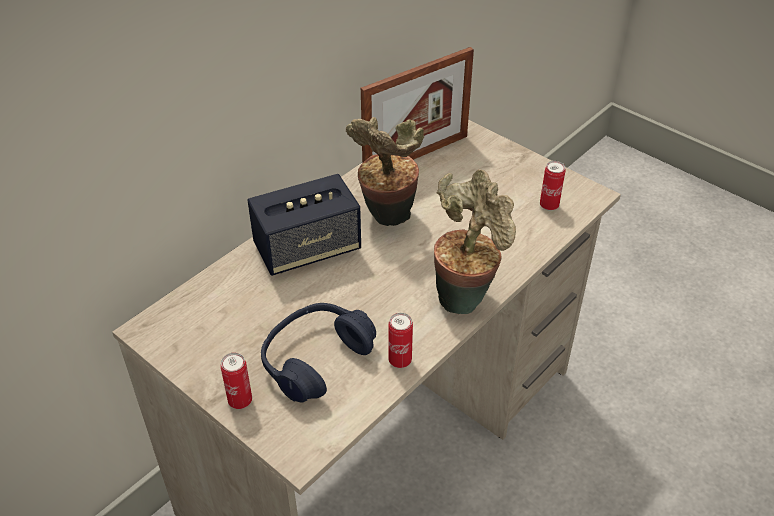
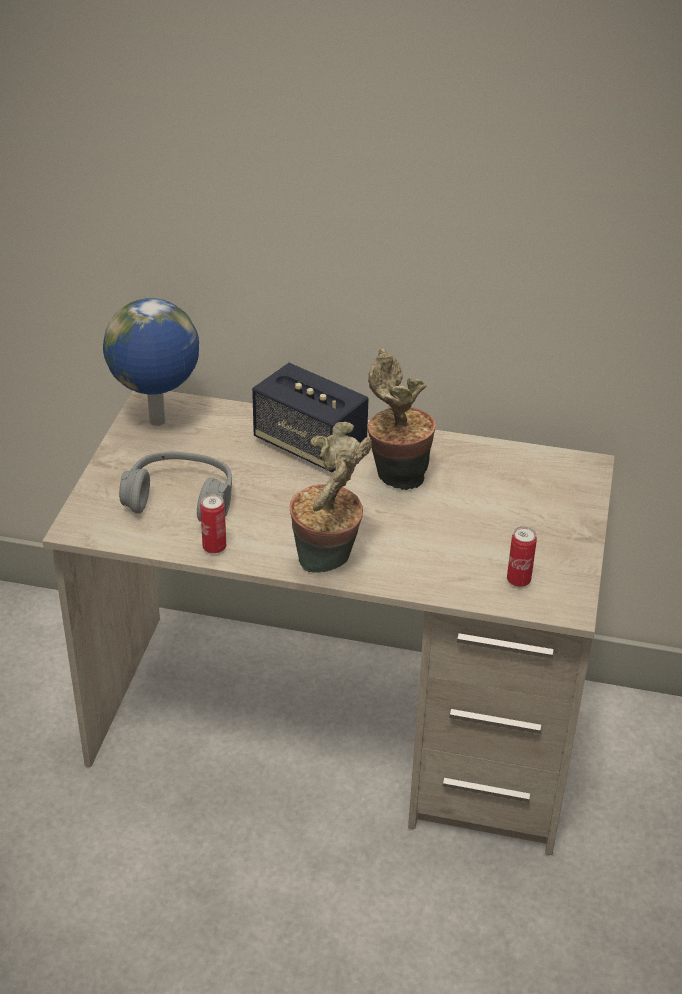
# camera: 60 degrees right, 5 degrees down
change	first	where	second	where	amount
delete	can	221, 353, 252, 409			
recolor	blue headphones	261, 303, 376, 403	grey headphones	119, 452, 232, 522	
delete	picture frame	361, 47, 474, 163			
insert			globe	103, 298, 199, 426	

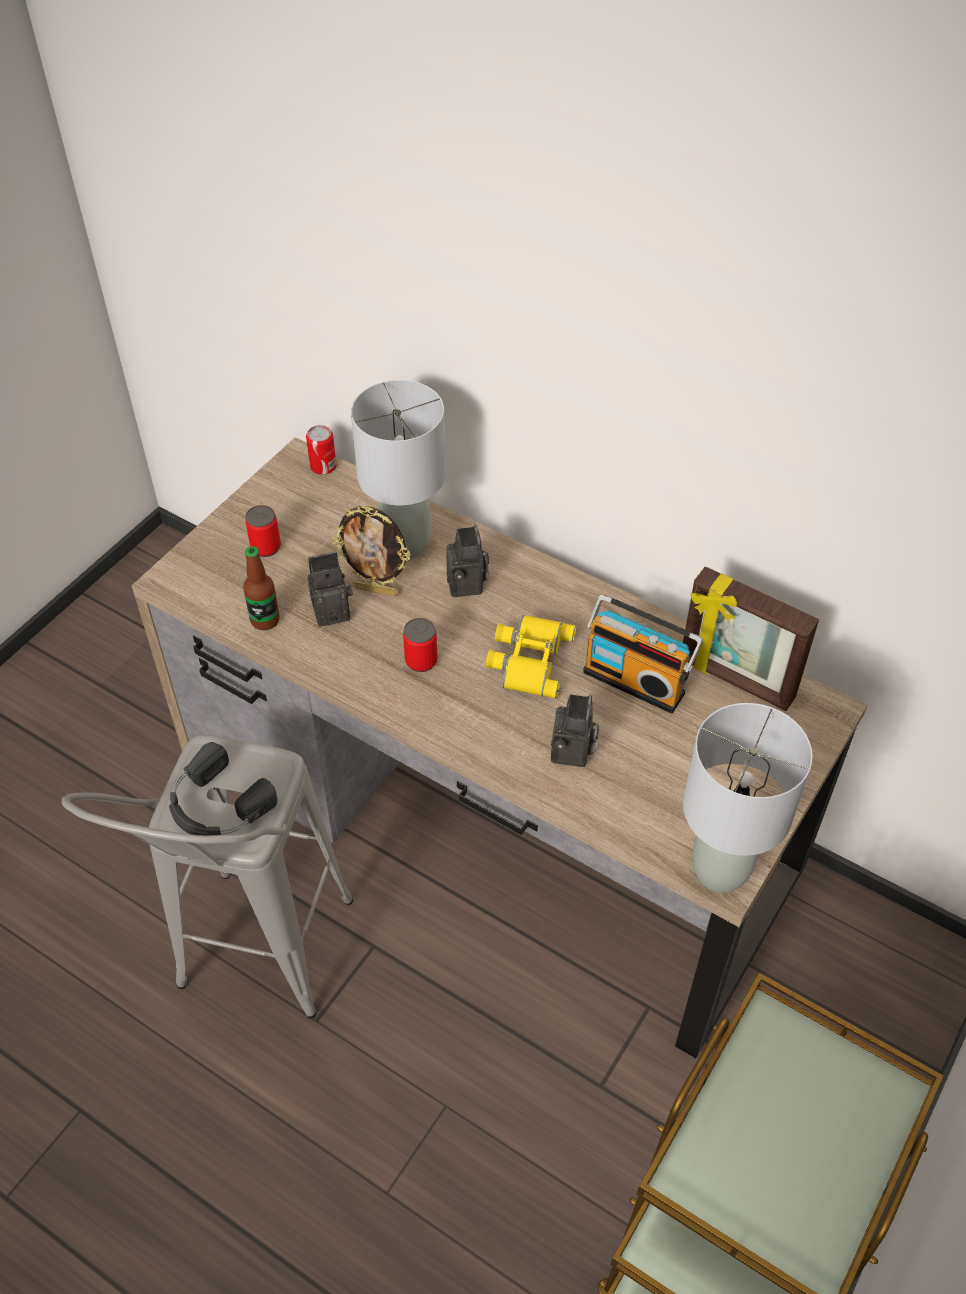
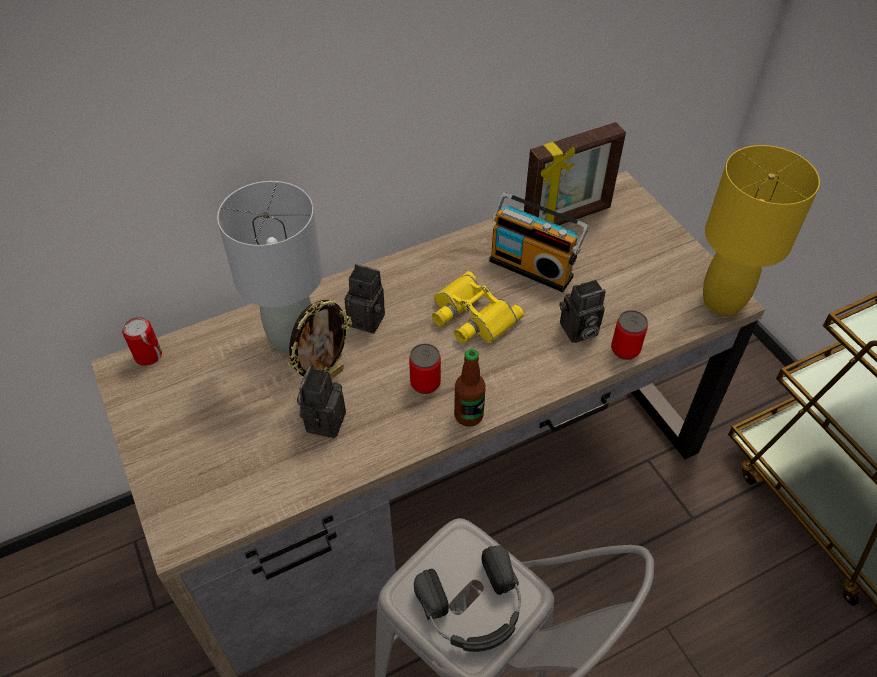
# camera: 60 degrees left, 0 degrees up
change	first	where	second	where	amount
move	bottle	243, 546, 280, 630		454, 349, 486, 427	
move	can	245, 505, 281, 557		611, 310, 648, 360	
rotate	photo camera	551, 694, 600, 767		560, 280, 606, 343	120 degrees clockwise
rotate	radio	583, 595, 703, 714		489, 192, 589, 292	60 degrees clockwise
recolor	grey table lamp	683, 703, 813, 893	yellow table lamp	703, 145, 820, 316	

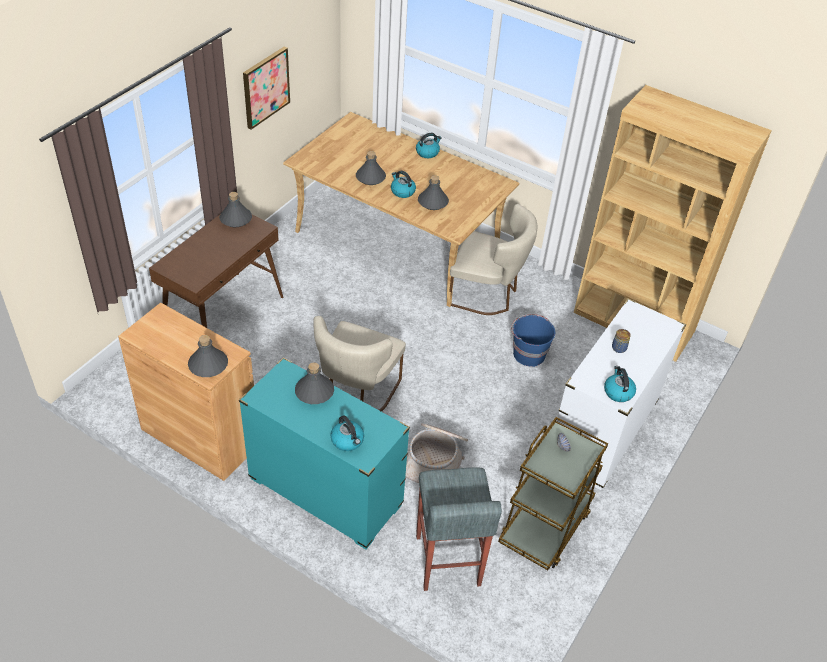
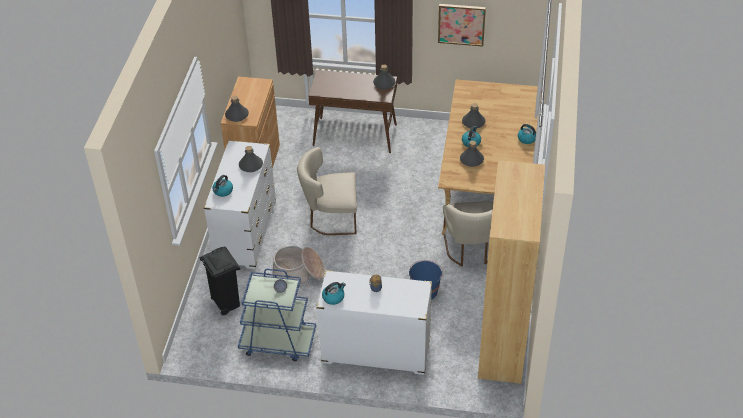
# camera: 70 degrees right, 0 degrees up
change	first	where	second	where	amount
recolor	turquoise dresser	239, 357, 410, 549	white dresser	204, 140, 276, 269	
replace	grey stool	416, 467, 502, 591	black trash can	199, 247, 240, 315	
recolor	brown cart	498, 417, 608, 570	blue cart	238, 269, 316, 361	

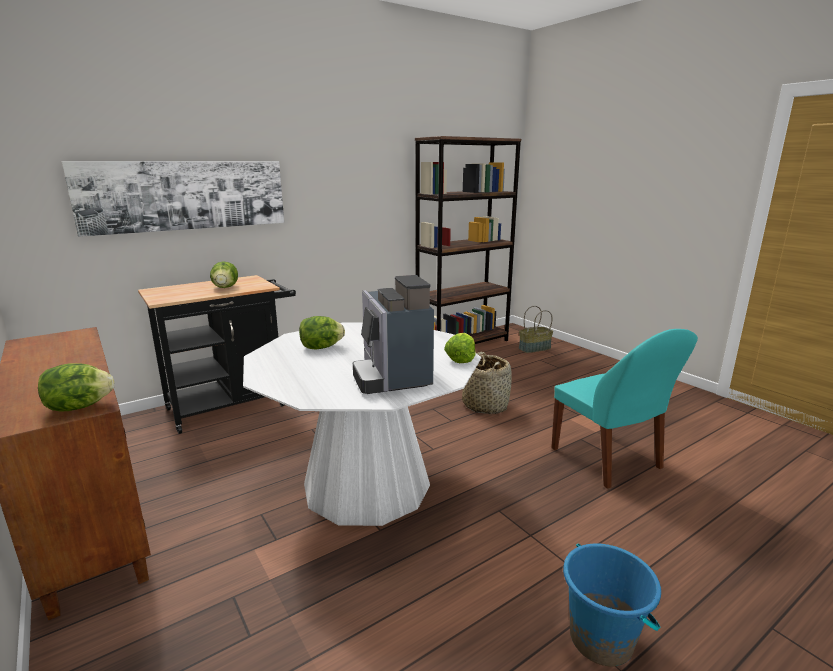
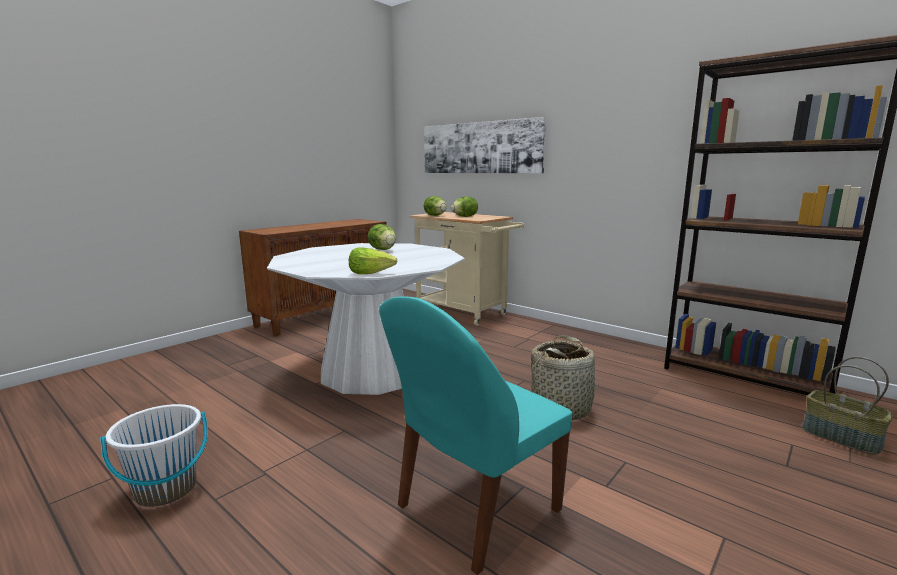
# camera: 75 degrees right, 5 degrees down
change	first	where	second	where	amount
move	lettuce	38, 363, 114, 411		424, 196, 447, 216	
recolor	black cart	138, 275, 296, 434	beige cart	409, 212, 524, 326	
delete	coffee machine	353, 275, 434, 394			
recolor	blue bucket	563, 543, 661, 667	white bucket	100, 404, 208, 507	

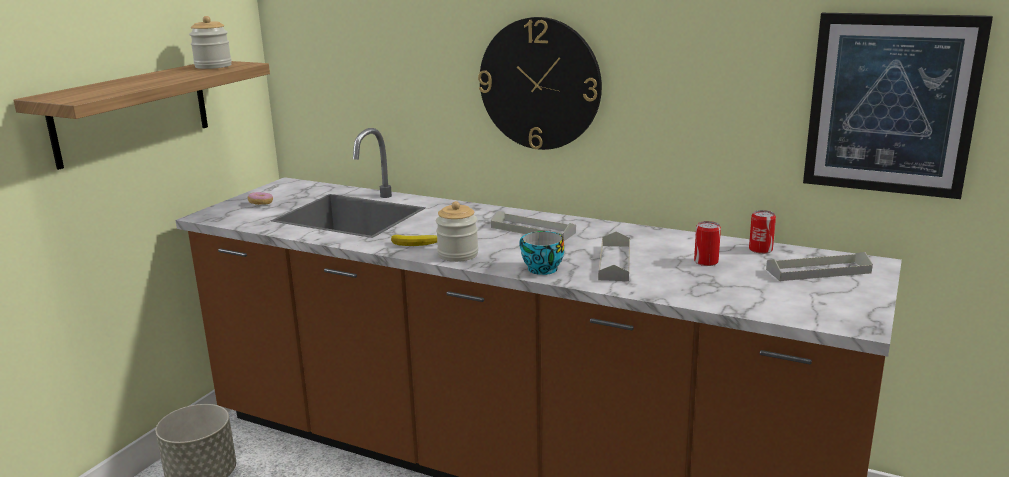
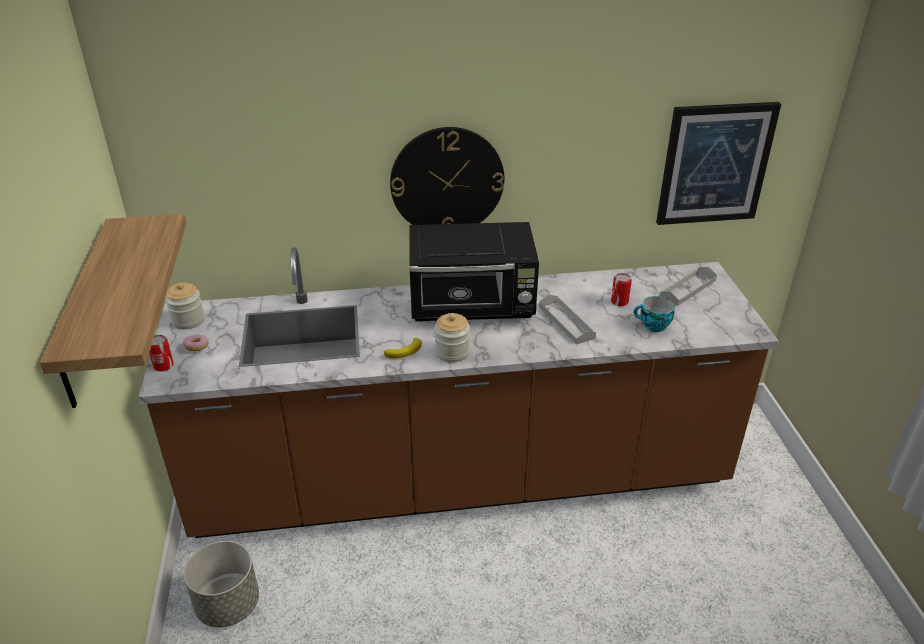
# camera: 35 degrees left, 15 degrees up
change	first	where	second	where	amount
move	jar	189, 16, 232, 69		165, 283, 205, 330	
replace	grey tray	491, 210, 576, 241	black microwave	409, 222, 539, 321	
move	cup	519, 231, 564, 275		634, 296, 675, 332	
move	can	749, 210, 776, 254		149, 335, 174, 372	

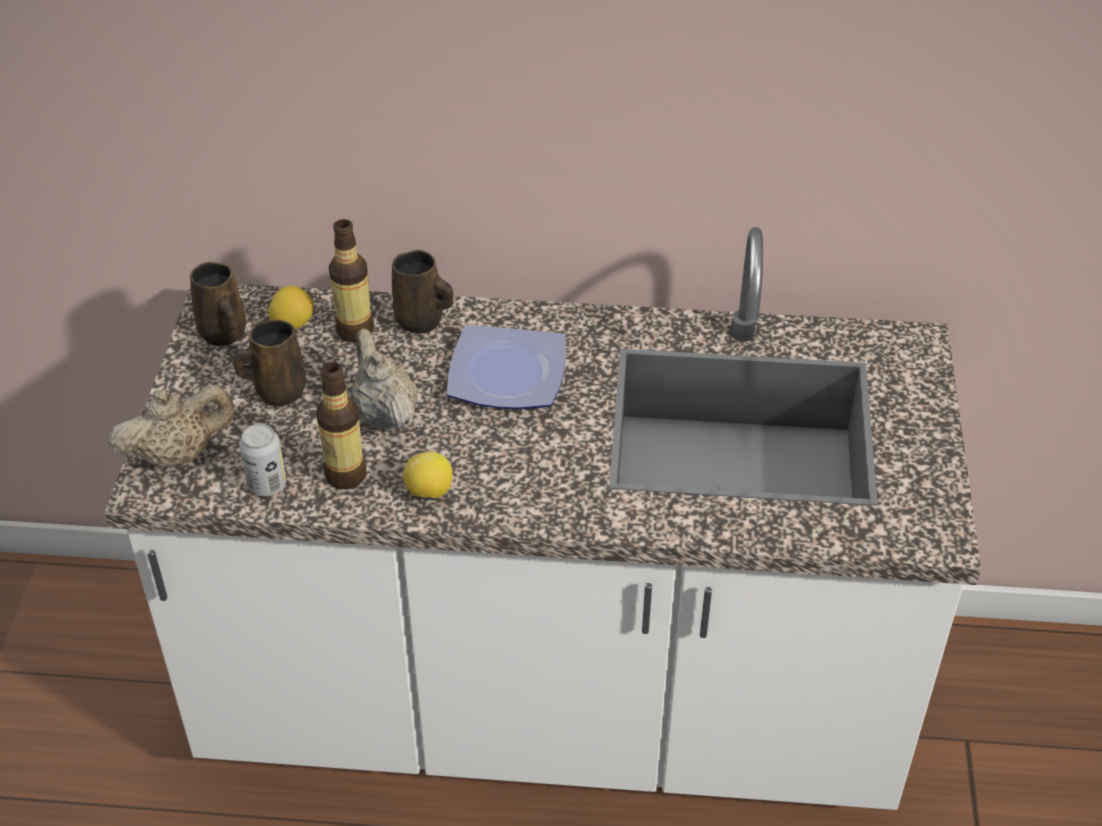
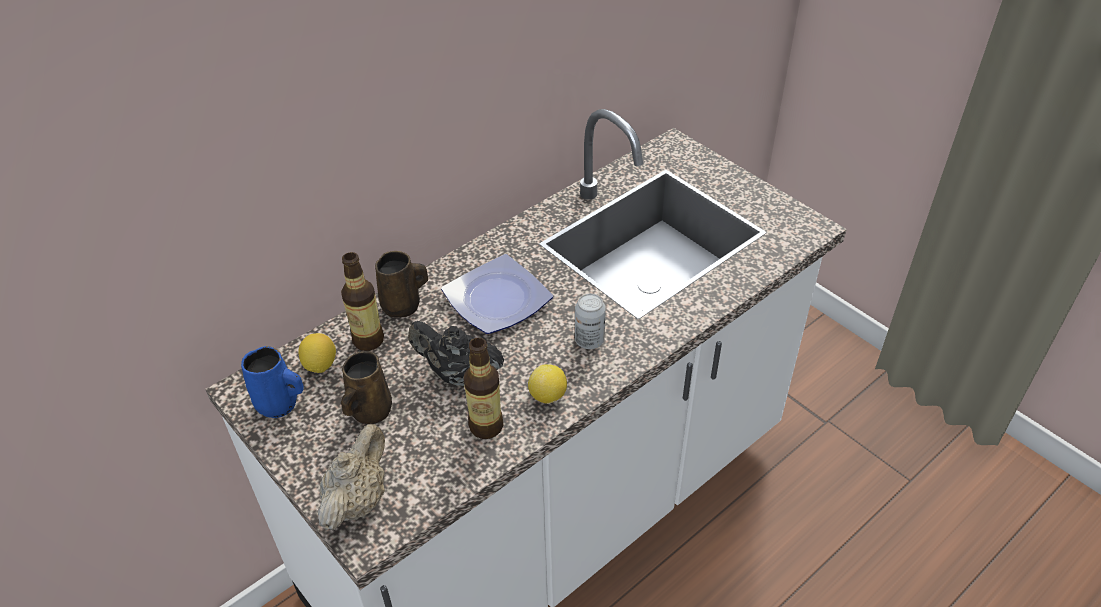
# camera: 45 degrees left, 0 degrees up
change	first	where	second	where	amount
recolor	brown mug	190, 262, 246, 346	blue mug	241, 346, 304, 418	
move	can	239, 424, 286, 496		575, 294, 606, 349	
recolor	beige teapot	350, 328, 418, 431	black teapot	408, 321, 504, 386	

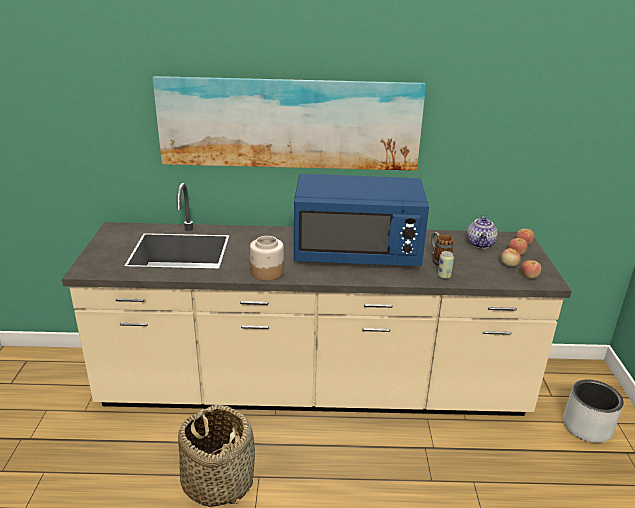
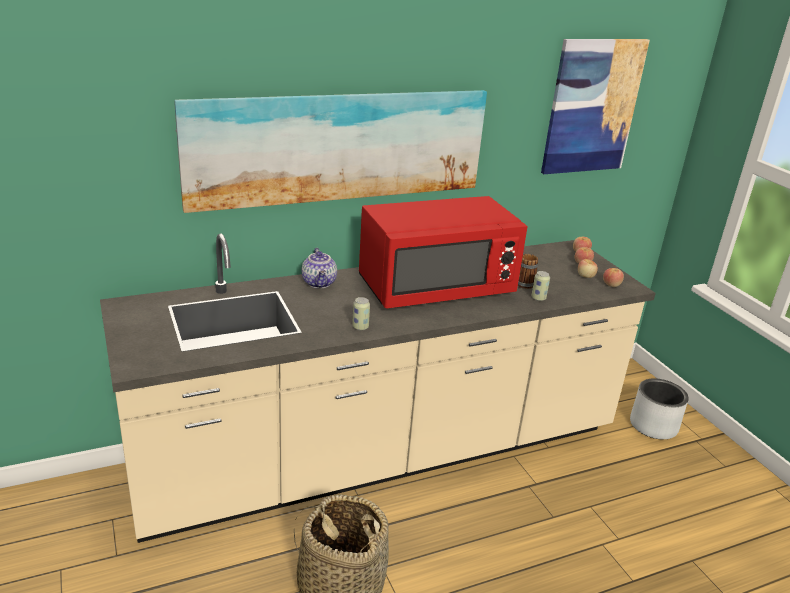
# camera: 25 degrees left, 0 degrees up
change	first	where	second	where	amount
replace	jar	250, 236, 284, 281	can	352, 297, 370, 330	
recolor	blue microwave	294, 174, 429, 266	red microwave	359, 196, 528, 308	
move	teapot	467, 215, 498, 249		302, 248, 337, 288	
insert			picture	541, 39, 650, 174	

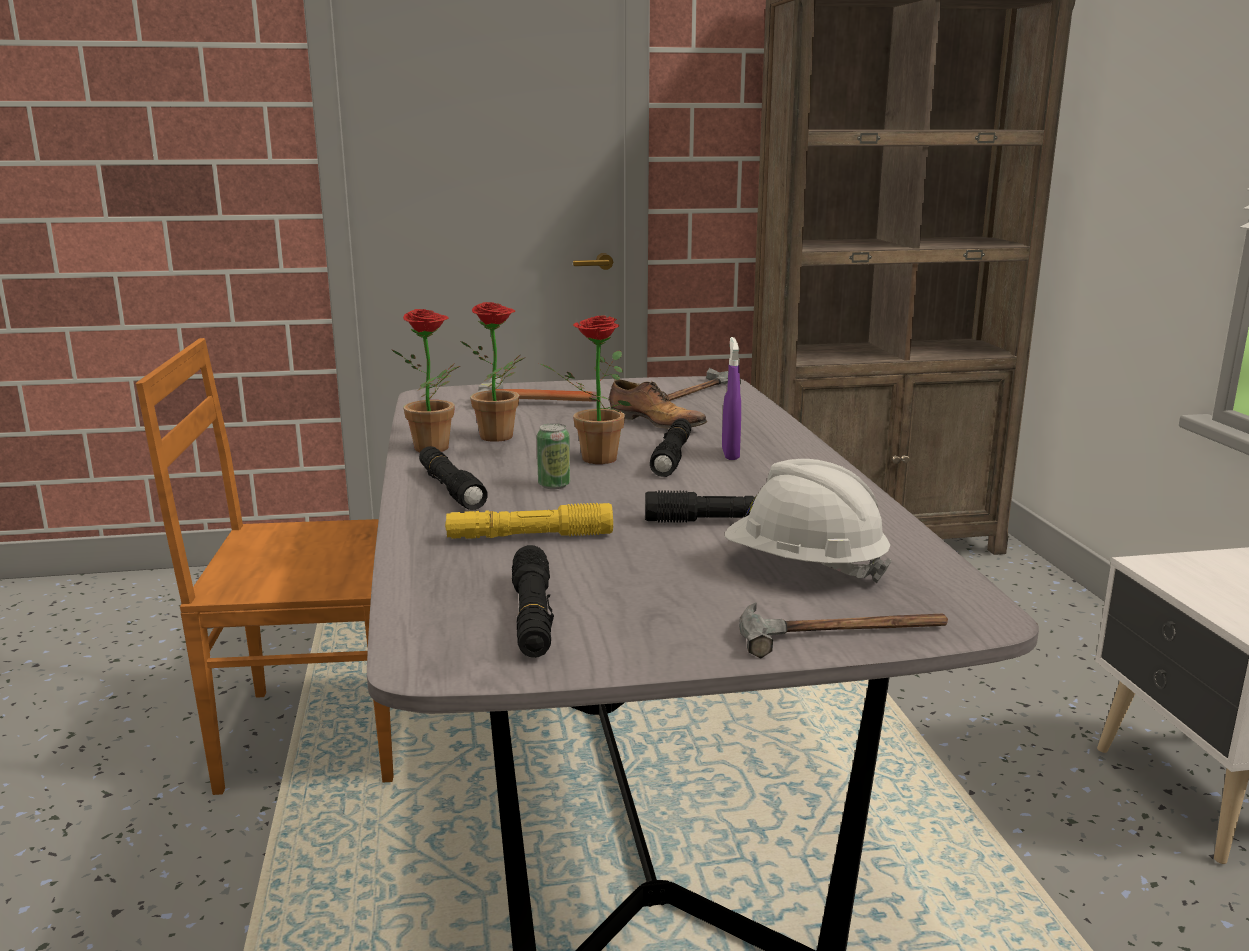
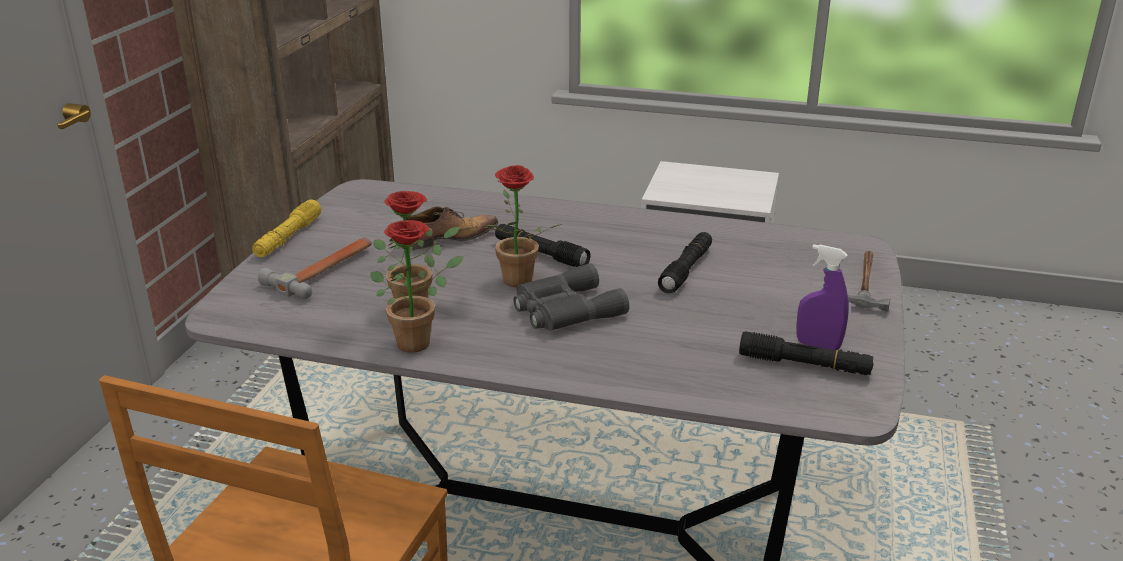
# camera: 65 degrees left, 10 degrees up
change	first	where	second	where	amount
delete	black flashlight	419, 446, 487, 510			
move	yellow flashlight	445, 503, 613, 539		252, 199, 321, 257	
replace	can	537, 423, 570, 489	grey binoculars	513, 263, 629, 331	
delete	hammer	666, 368, 741, 401			
move	purple spray bottle	722, 337, 741, 460		796, 244, 849, 351	
delete	white hard hat	725, 459, 892, 583			

